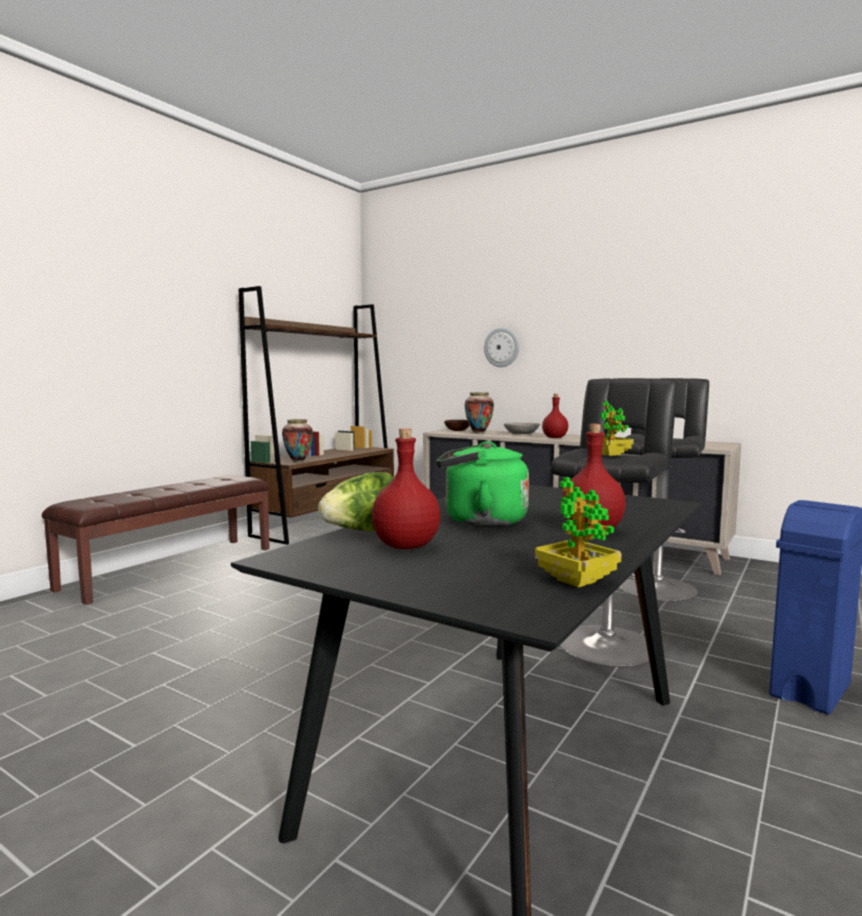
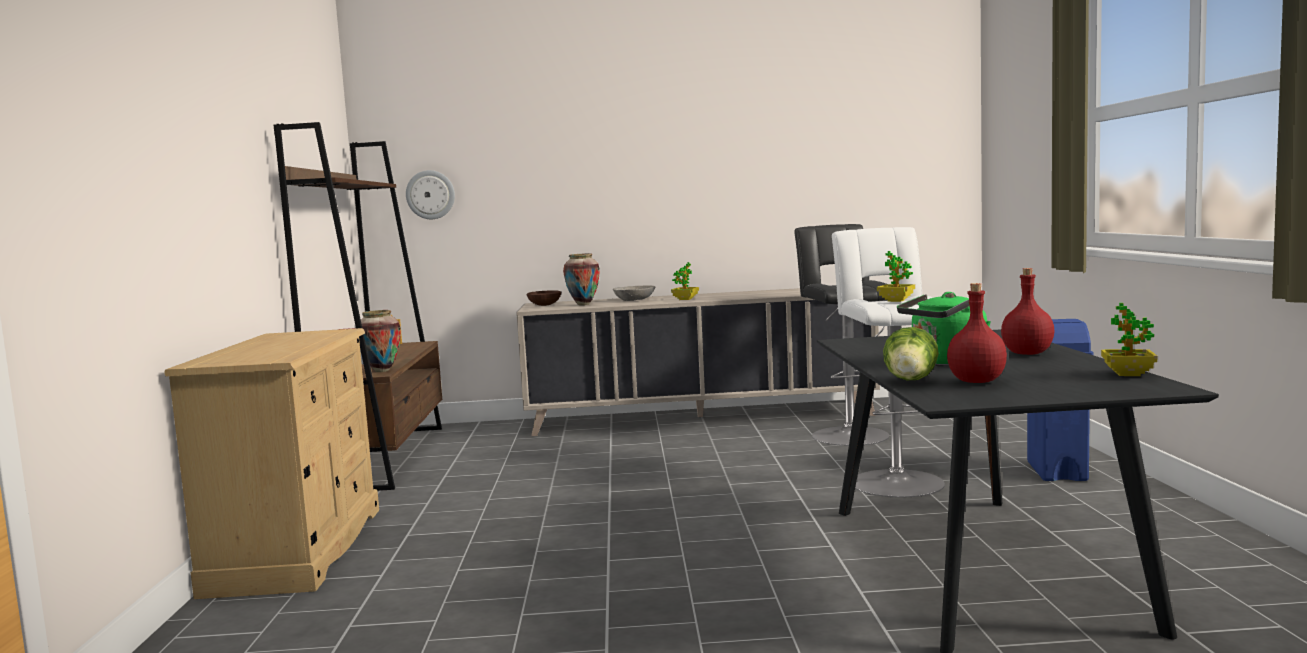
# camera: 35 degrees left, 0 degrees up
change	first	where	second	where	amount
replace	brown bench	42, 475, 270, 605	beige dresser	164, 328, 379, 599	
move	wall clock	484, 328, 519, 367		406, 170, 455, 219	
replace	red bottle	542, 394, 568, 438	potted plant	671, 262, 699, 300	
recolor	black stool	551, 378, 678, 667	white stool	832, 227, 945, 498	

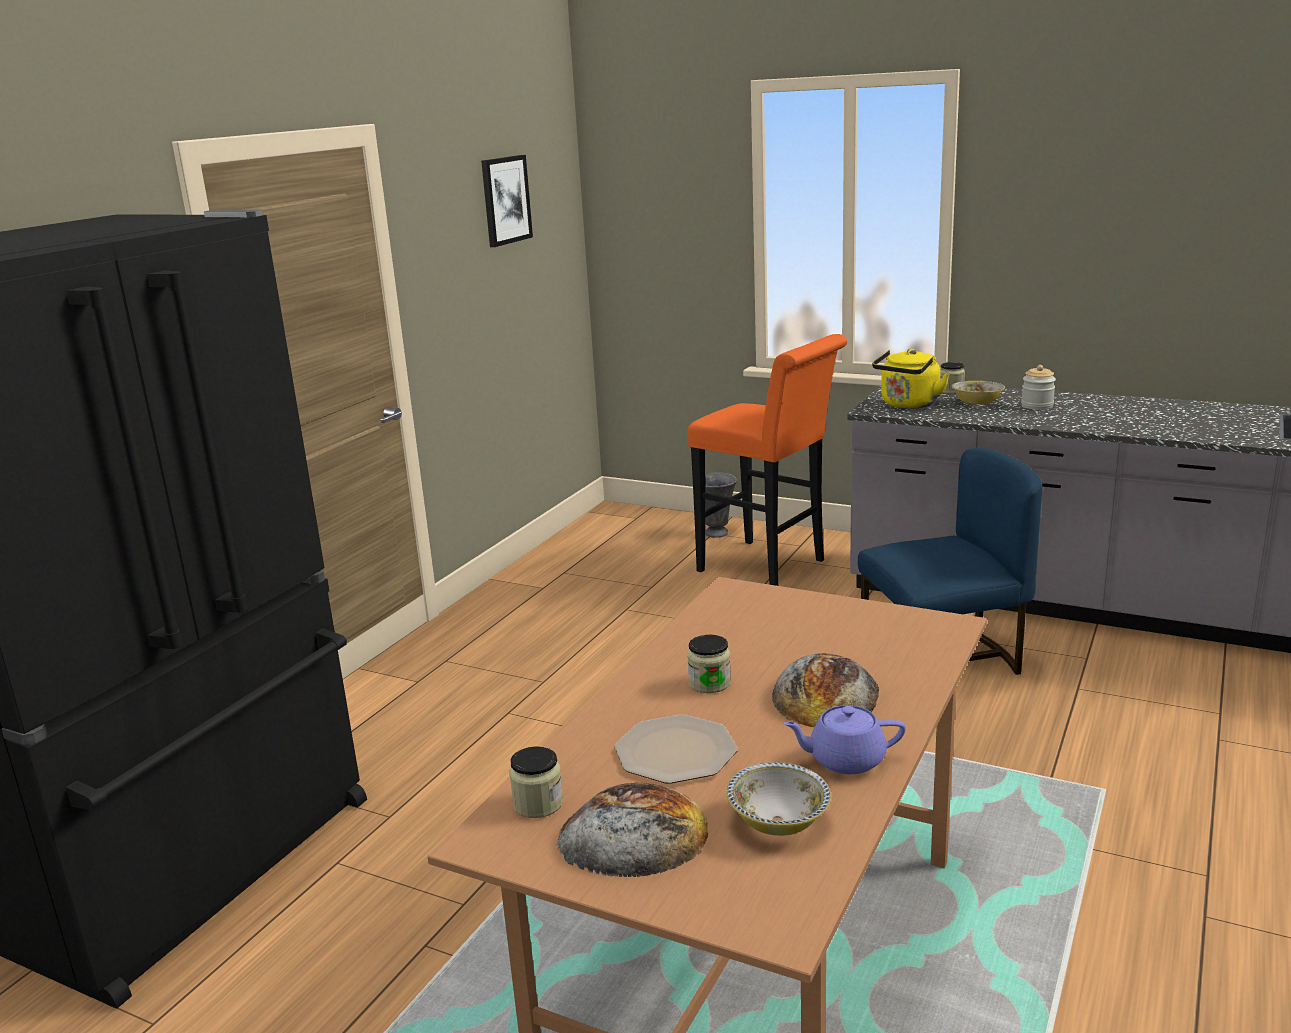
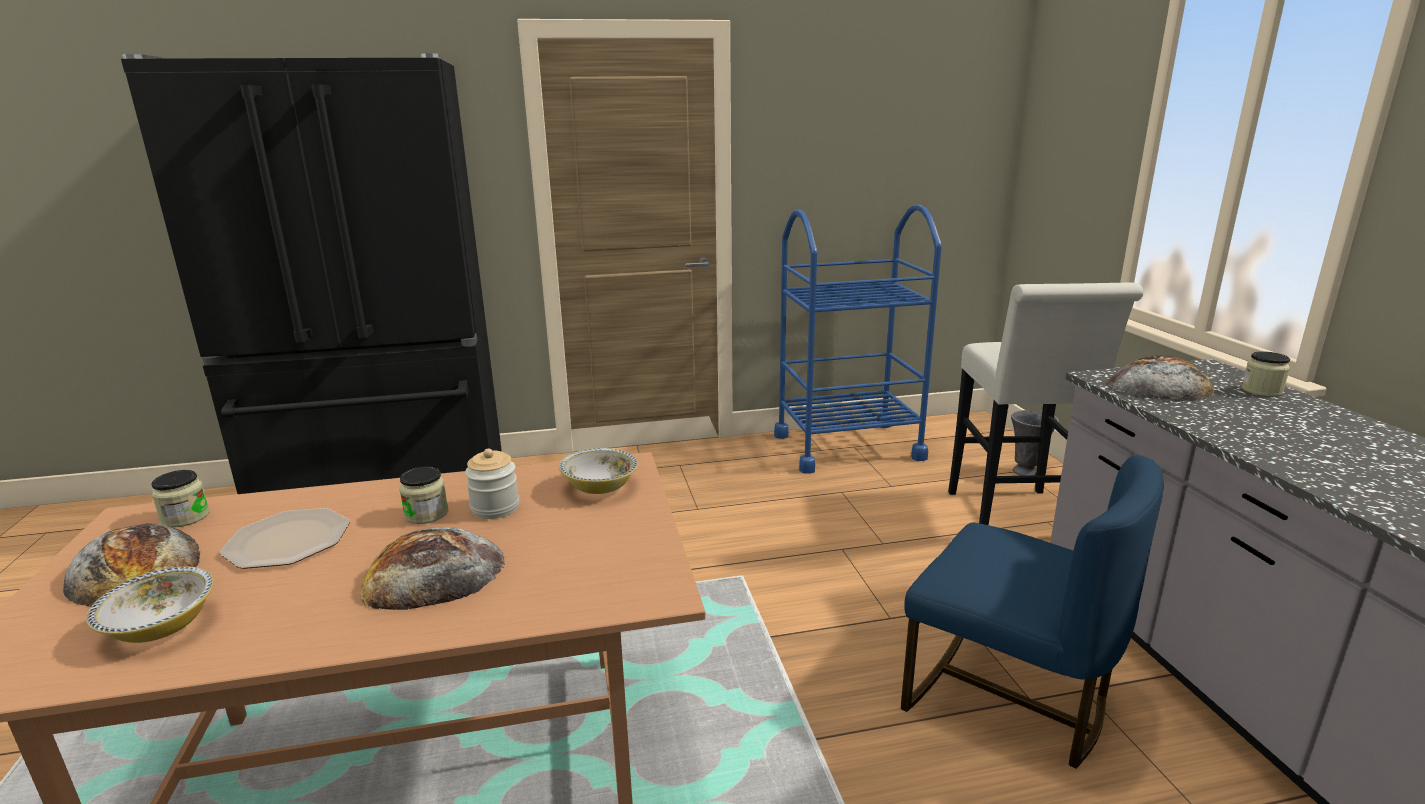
# camera: 50 degrees right, 0 degrees up
change	first	where	second	where	amount
delete	picture	481, 155, 533, 247			
recolor	orange stool	687, 334, 847, 586	white stool	948, 283, 1143, 525	
delete	purple teapot	783, 705, 906, 774			
replace	yellow kettle	872, 349, 950, 409	bread	1107, 355, 1215, 401	
move	bowl	951, 381, 1005, 405		559, 448, 638, 494	
move	jar	1021, 365, 1056, 410		465, 448, 519, 519	
insert			blue cart	774, 205, 942, 474	

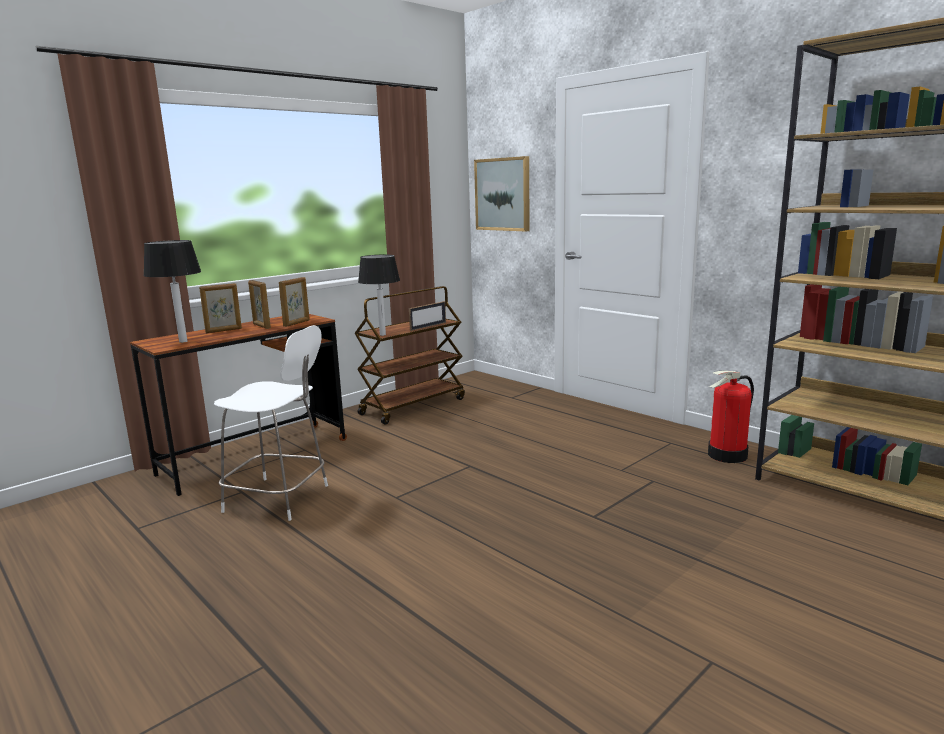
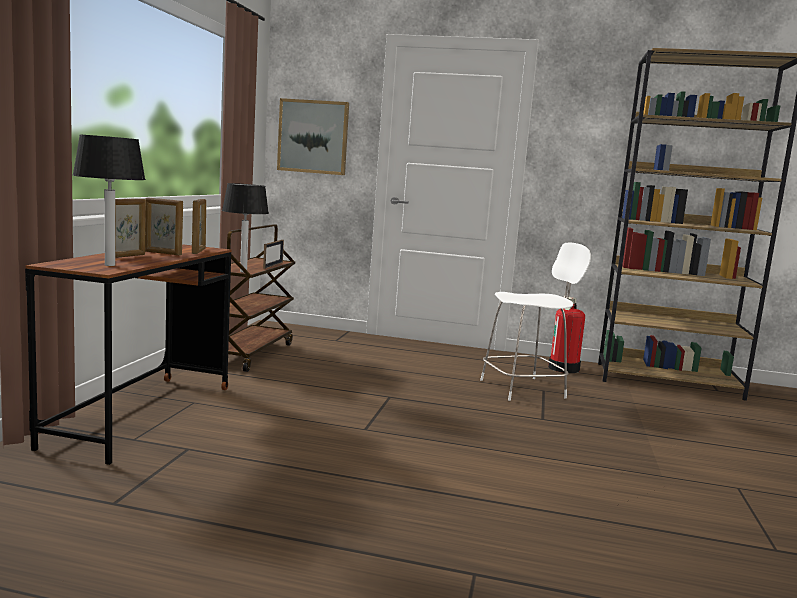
# camera: 35 degrees left, 5 degrees down
change	first	where	second	where	amount
move	white stool	214, 325, 328, 521		480, 242, 591, 401	

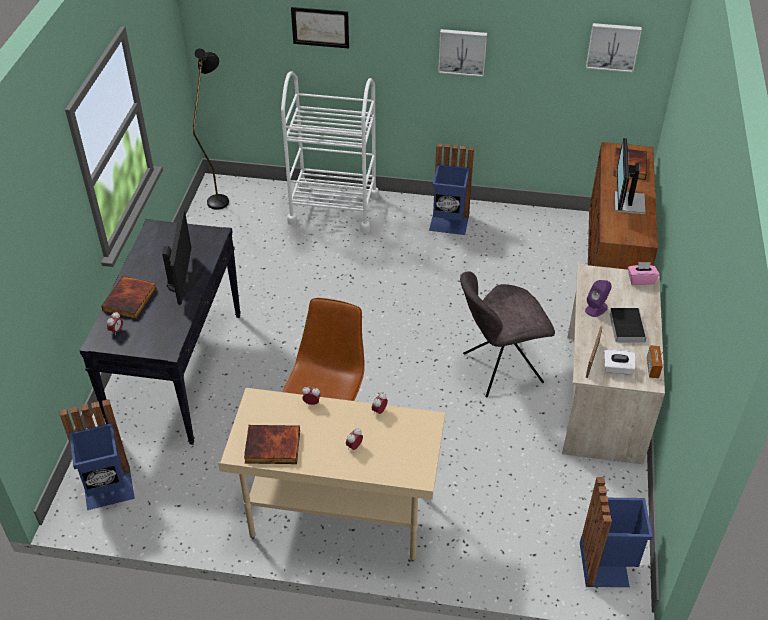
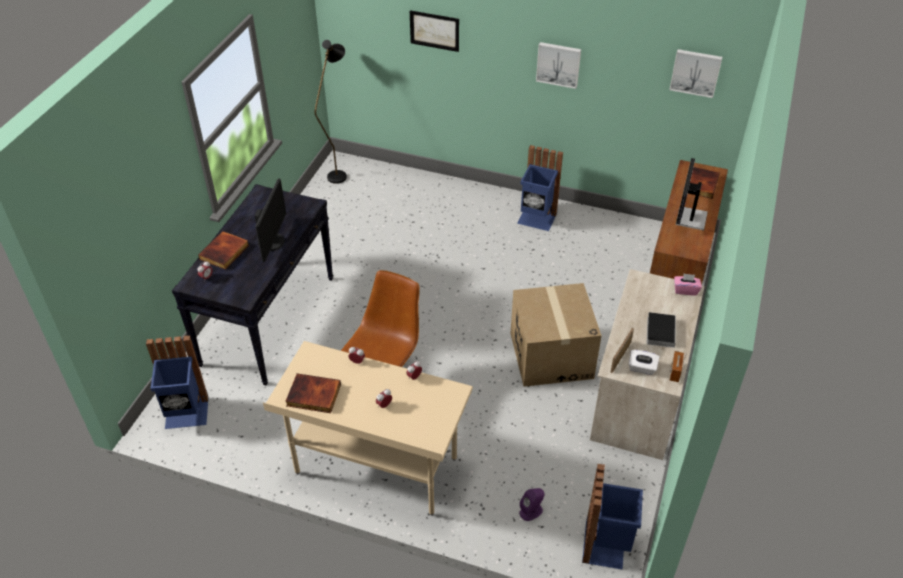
# camera: 10 degrees right, 0 degrees up
change	first	where	second	where	amount
delete	white cart	281, 71, 379, 233			
replace	grey chair	460, 271, 555, 397	cardboard box	510, 283, 602, 387	
move	purple speaker	585, 280, 612, 317		519, 488, 544, 521	

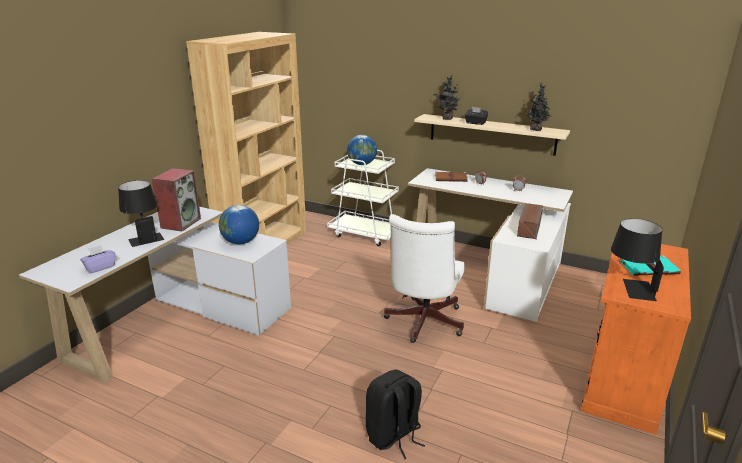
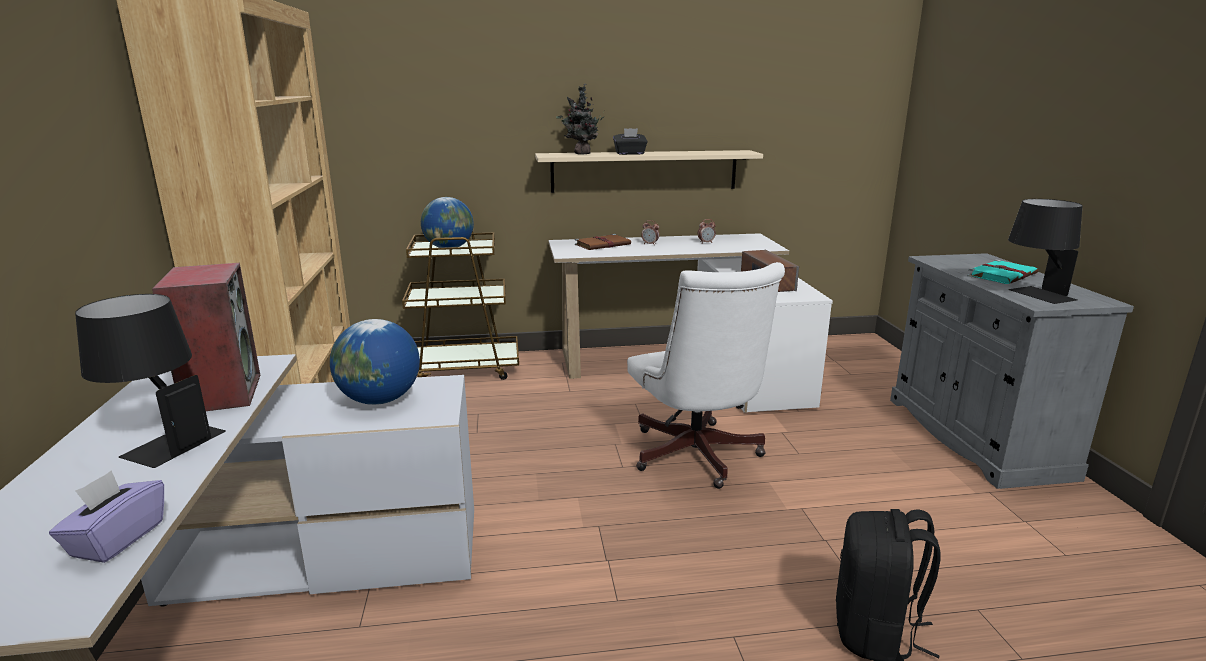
# camera: 35 degrees left, 5 degrees down
change	first	where	second	where	amount
recolor	white cart	327, 150, 399, 246	brown cart	402, 231, 519, 380	
delete	potted plant	527, 82, 551, 131			
recolor	orange cabinet	581, 244, 691, 435	grey cabinet	890, 253, 1134, 489	

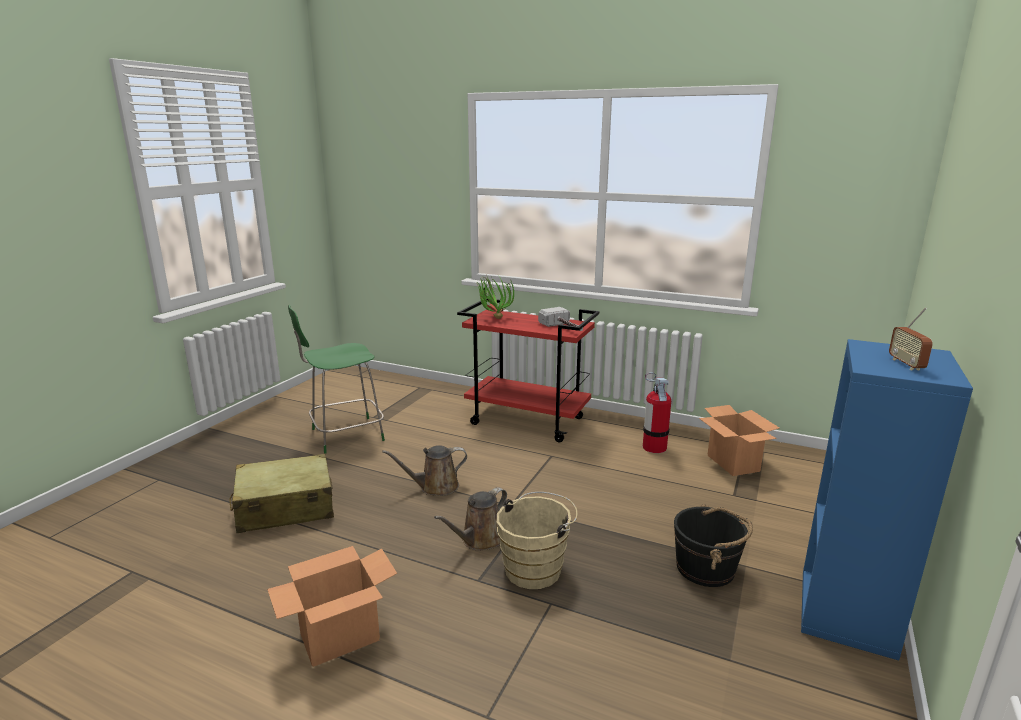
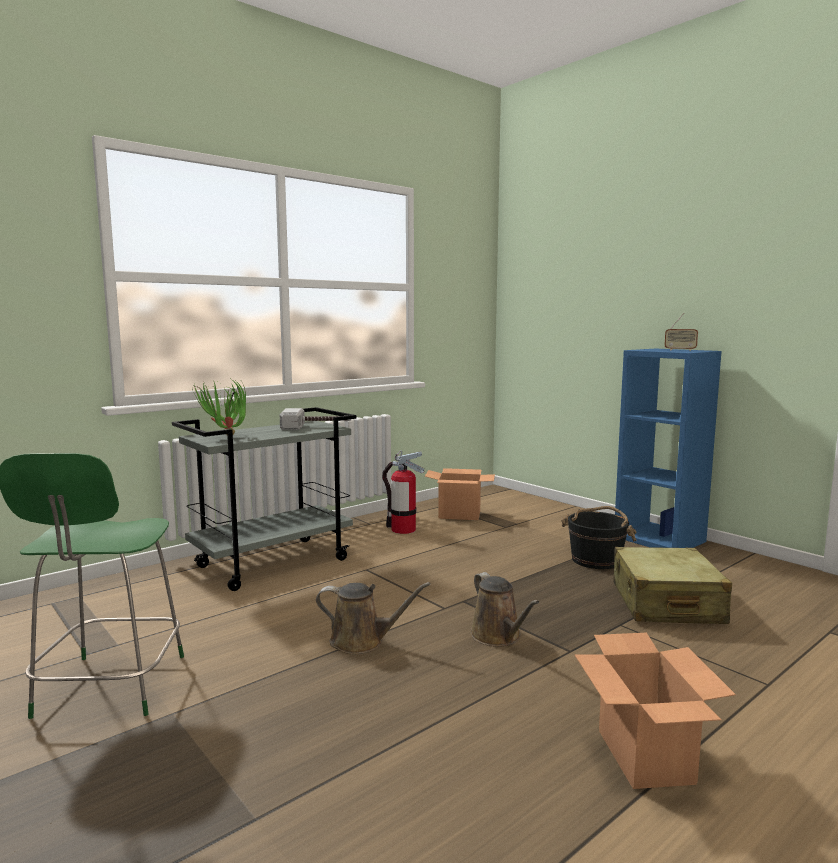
# camera: 65 degrees left, 10 degrees down
change	first	where	second	where	amount
move	beige suitcase	229, 454, 334, 533		613, 547, 732, 624	
rotate	brown watering can	382, 445, 467, 496		316, 582, 431, 654	90 degrees counterclockwise
recolor	red cart	457, 298, 599, 443	grey cart	172, 407, 357, 591	
delete	beige bucket	497, 492, 577, 589			

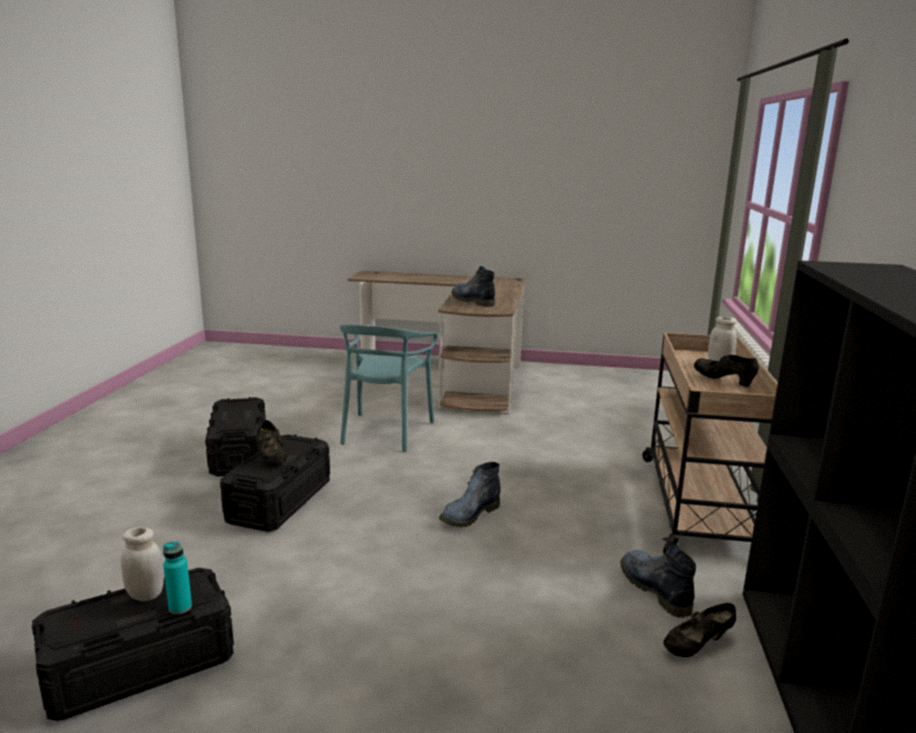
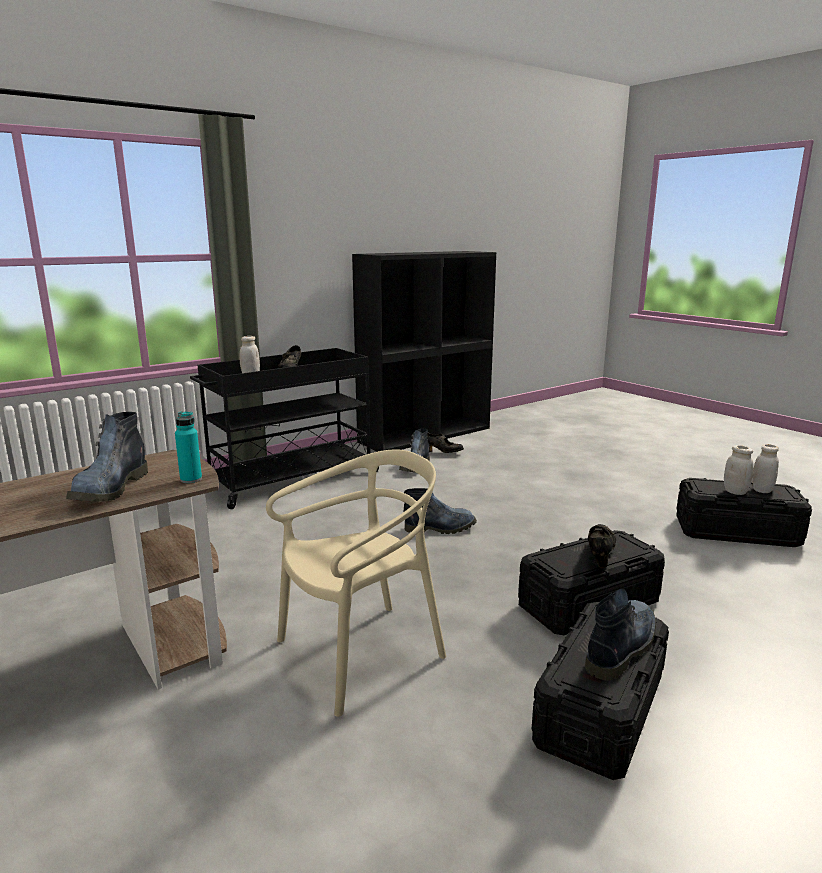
# camera: 135 degrees left, 0 degrees up
change	first	where	second	where	amount
move	turquoise bottle	163, 541, 192, 614		175, 412, 202, 483	
recolor	turquoise chair	340, 325, 438, 451	beige chair	266, 449, 446, 717	
recolor	beige cart	642, 333, 778, 553	black cart	190, 348, 379, 509	
insert			boot	585, 589, 656, 681	
insert			white jar	752, 444, 779, 493	

